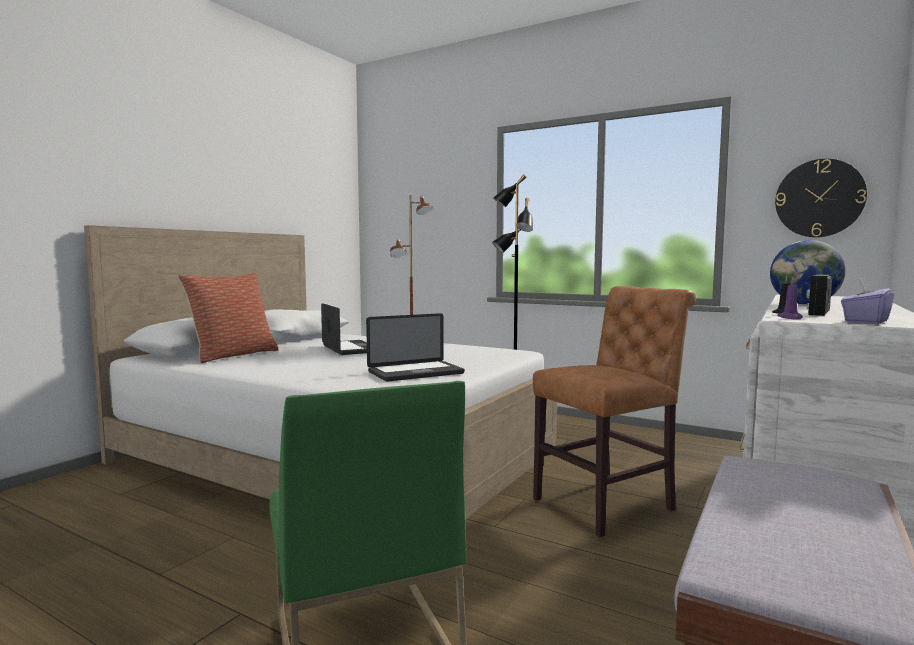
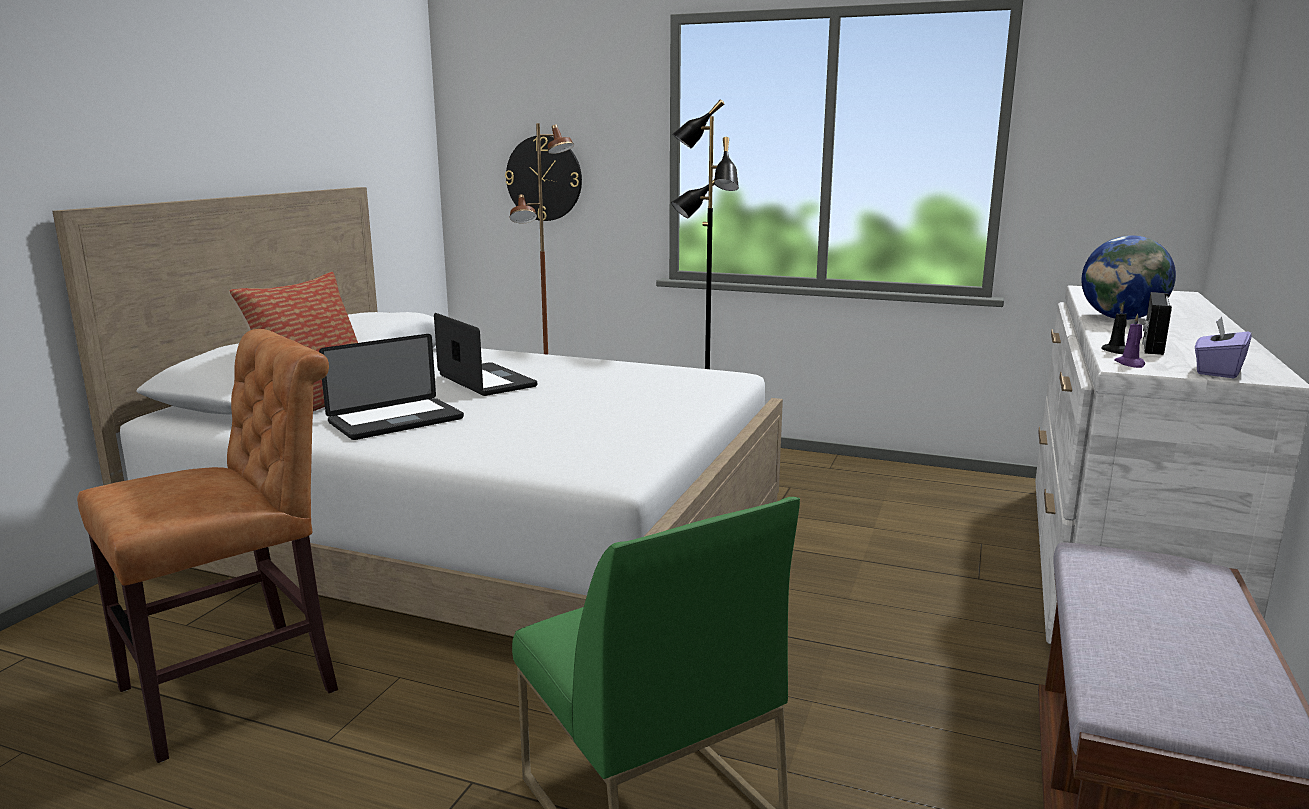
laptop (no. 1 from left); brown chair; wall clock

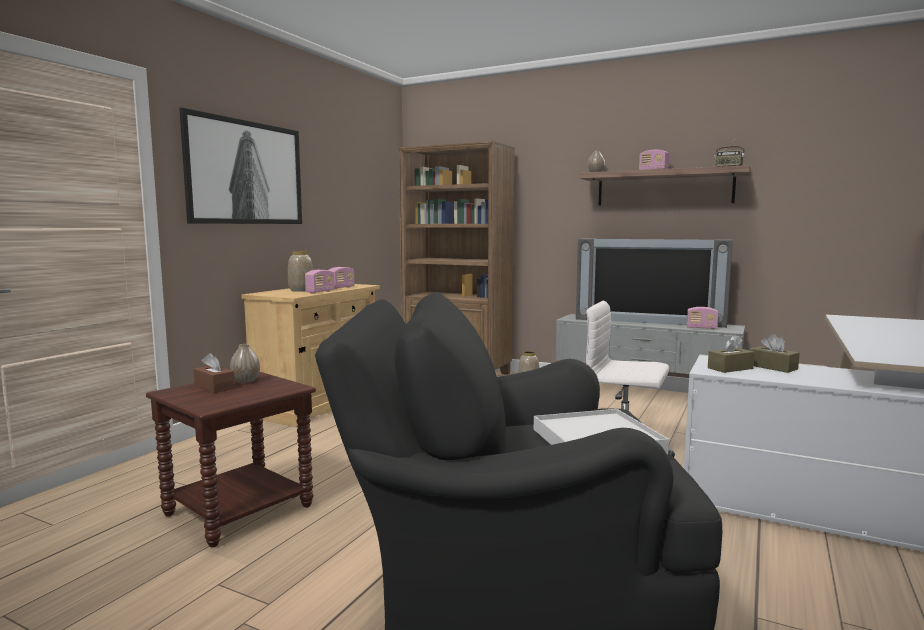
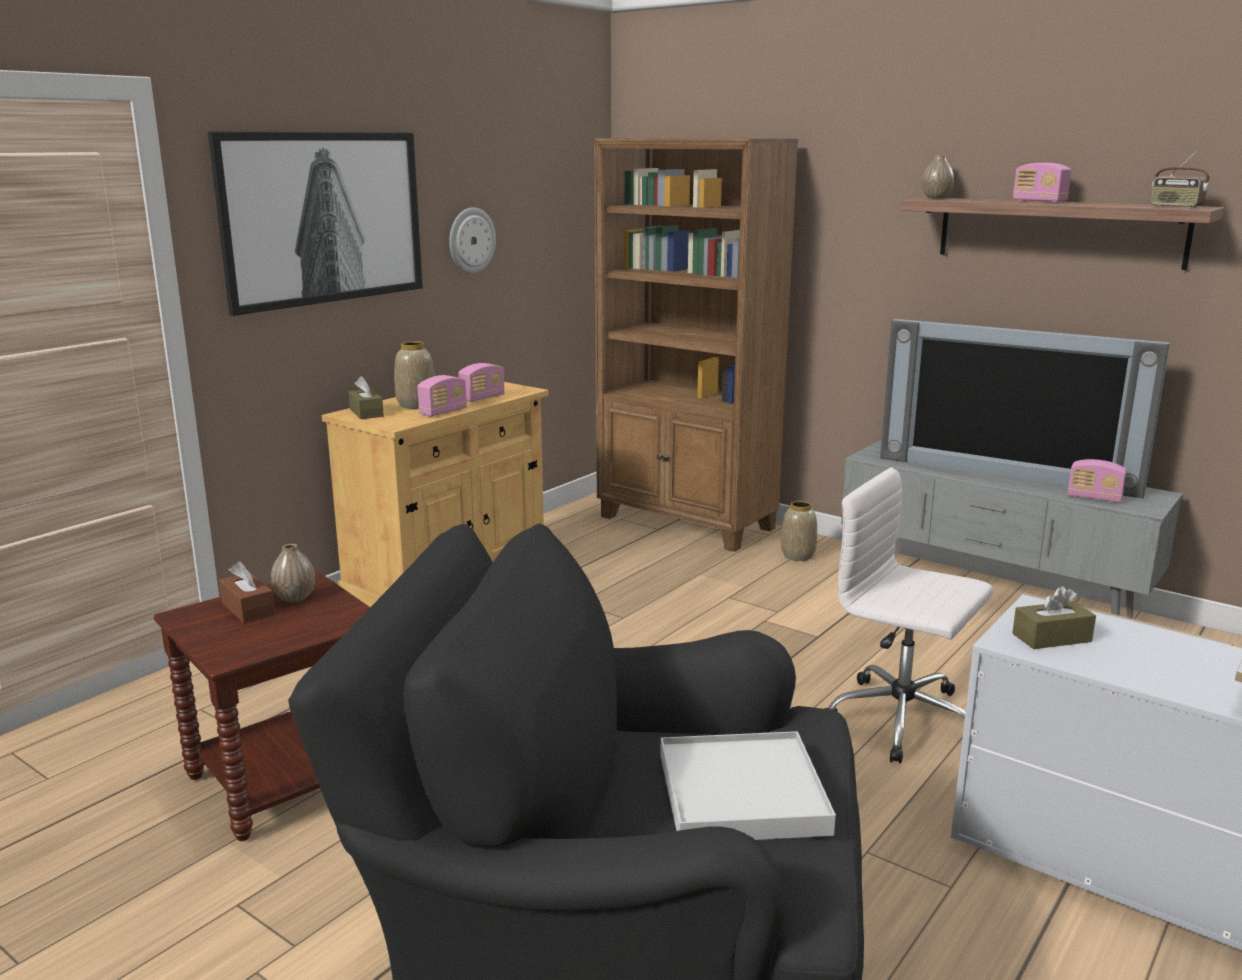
wall clock; brown tissue box (no. 2 from left)

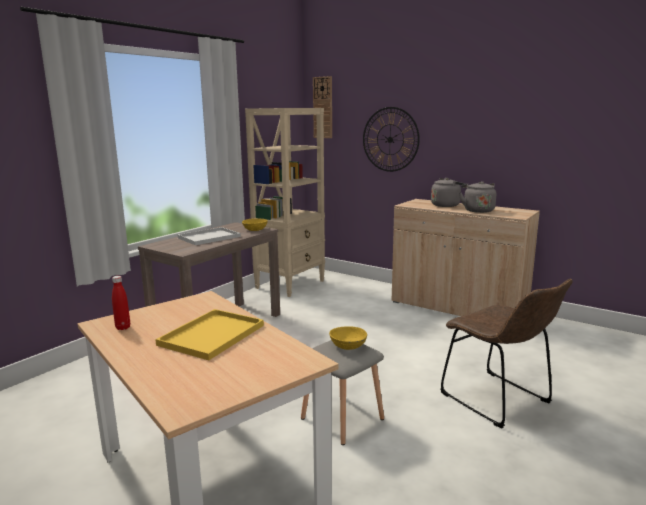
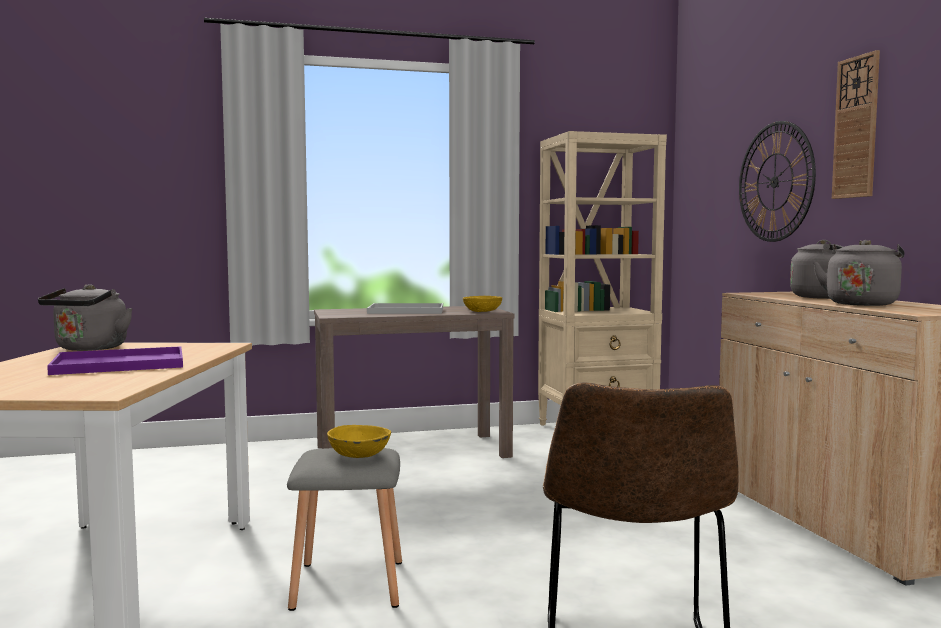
wall clock (no. 2 from left); grey kettle (no. 1 from left); purple tray

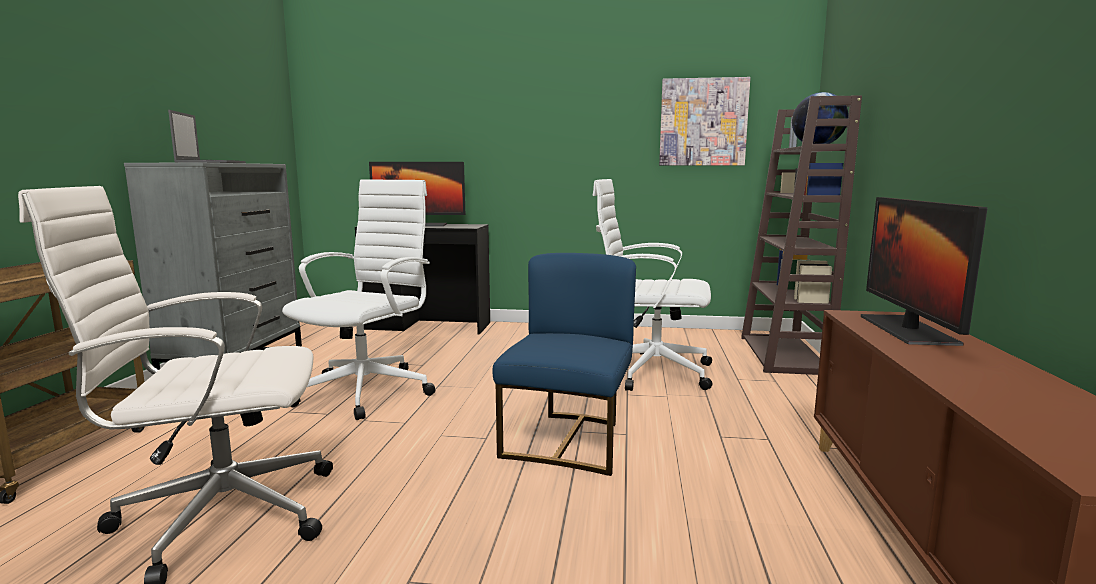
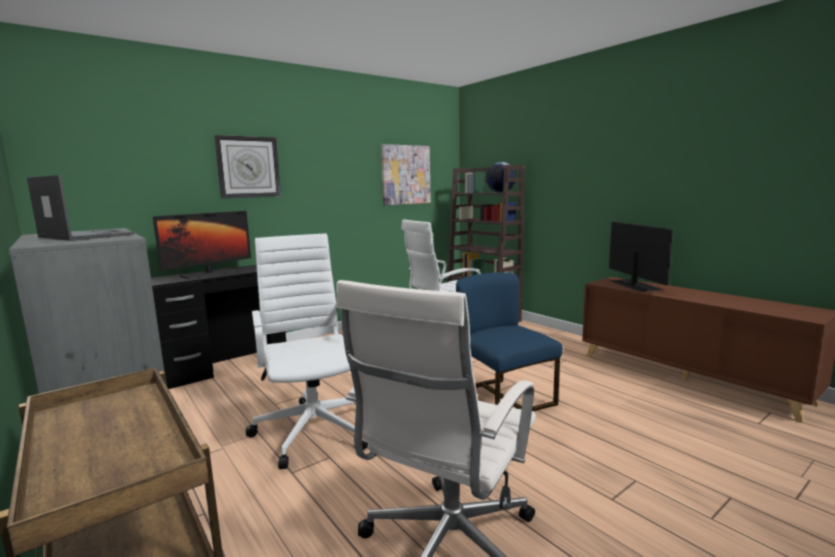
wall clock; monitor (no. 2 from left)

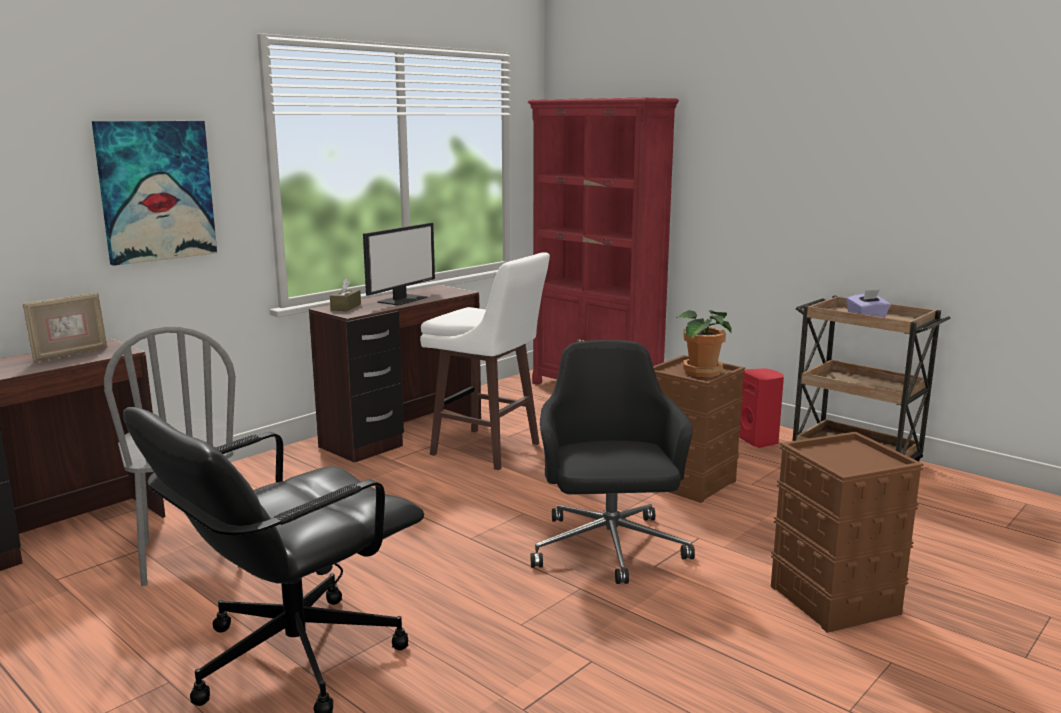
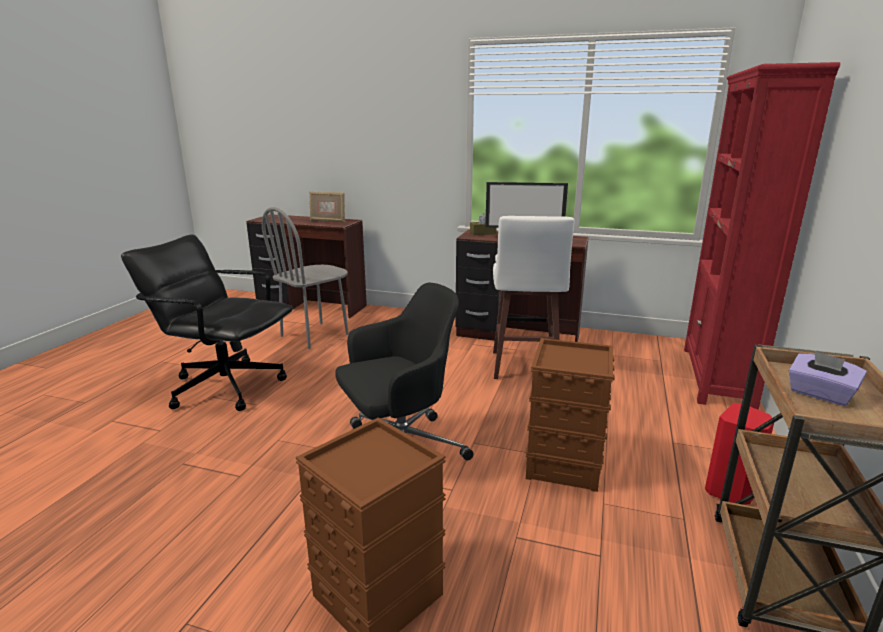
picture; potted plant

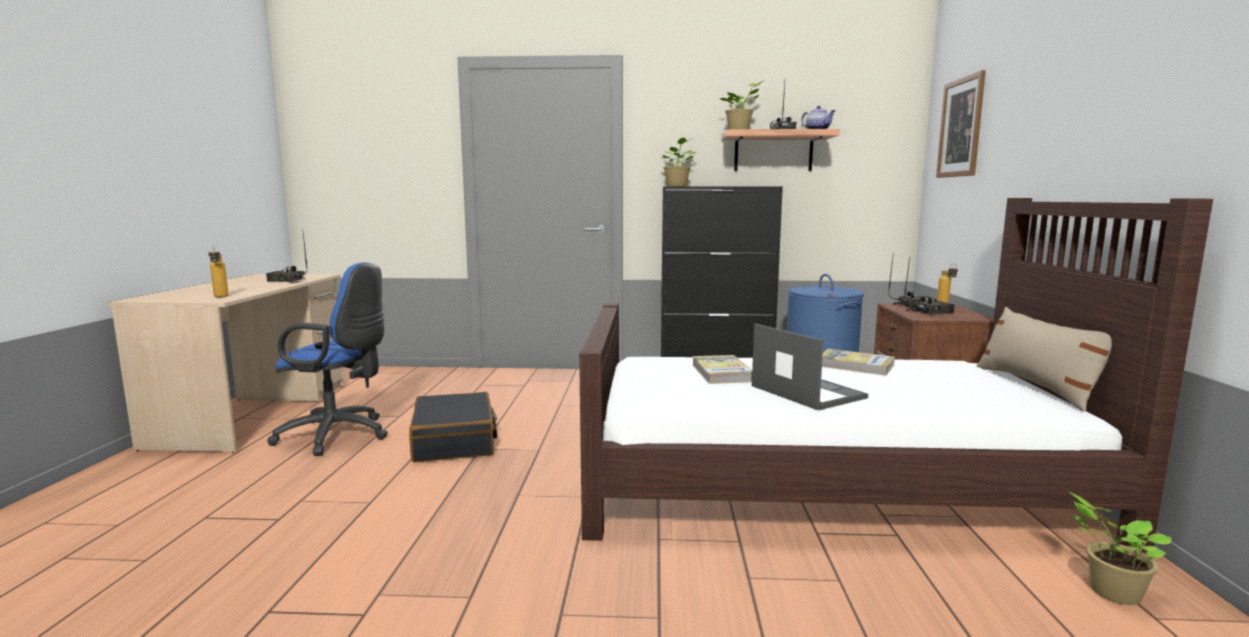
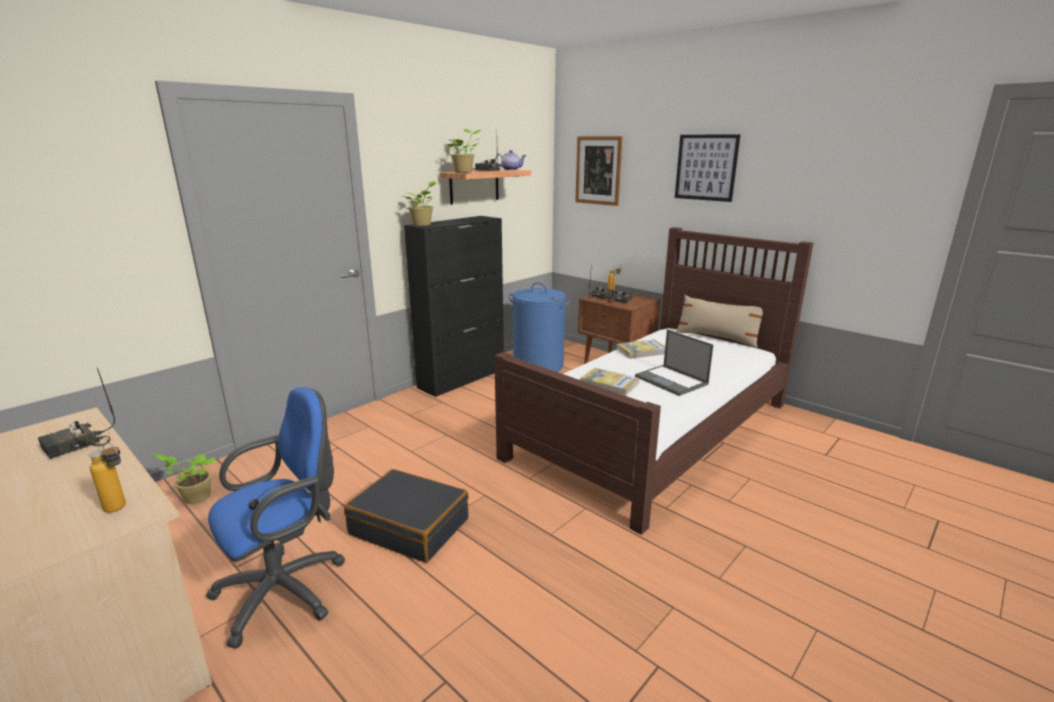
picture (no. 2 from left); potted plant (no. 1 from left); laptop

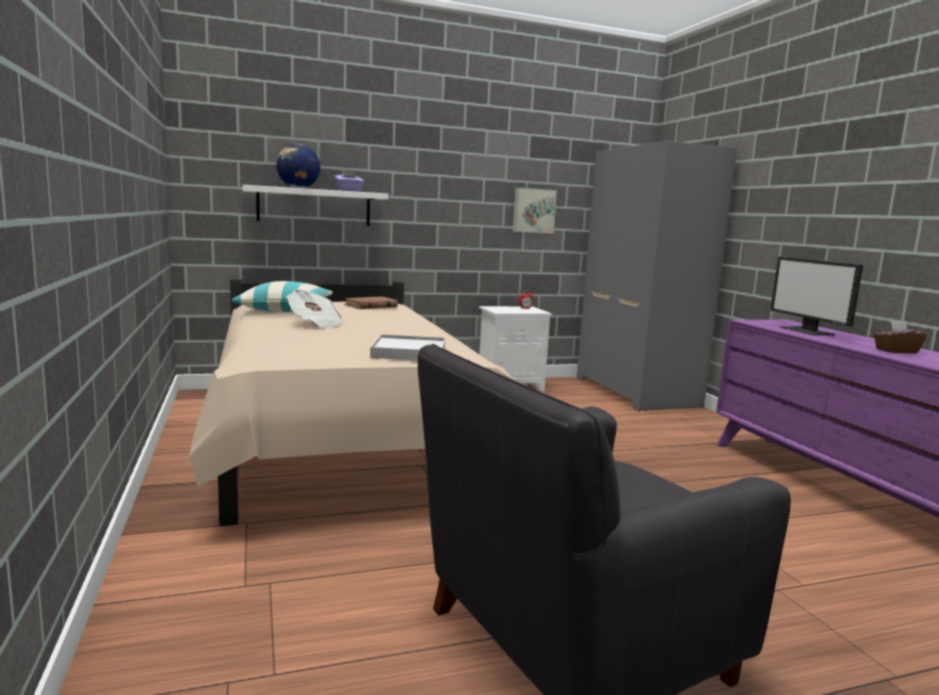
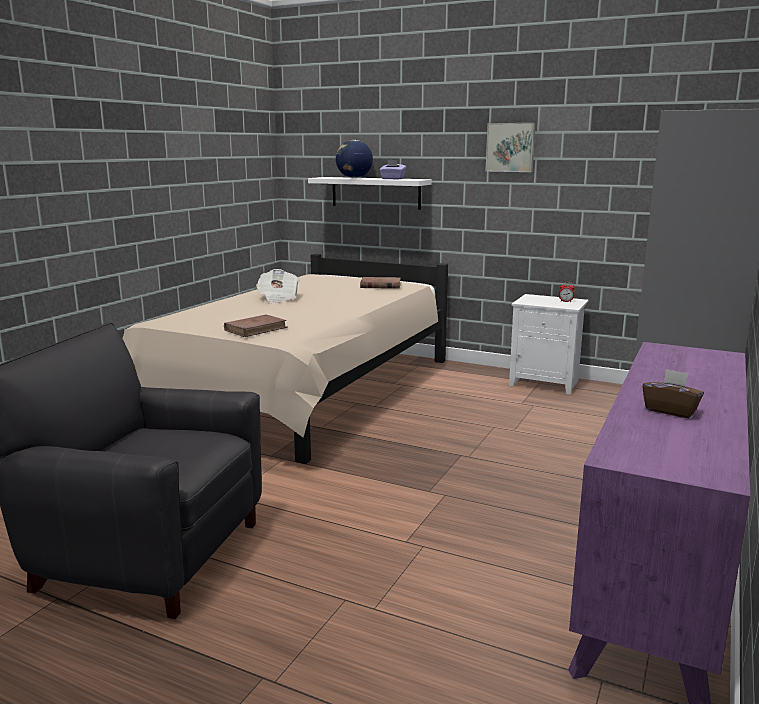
pillow; monitor; picture; brown book (no. 1 from left)

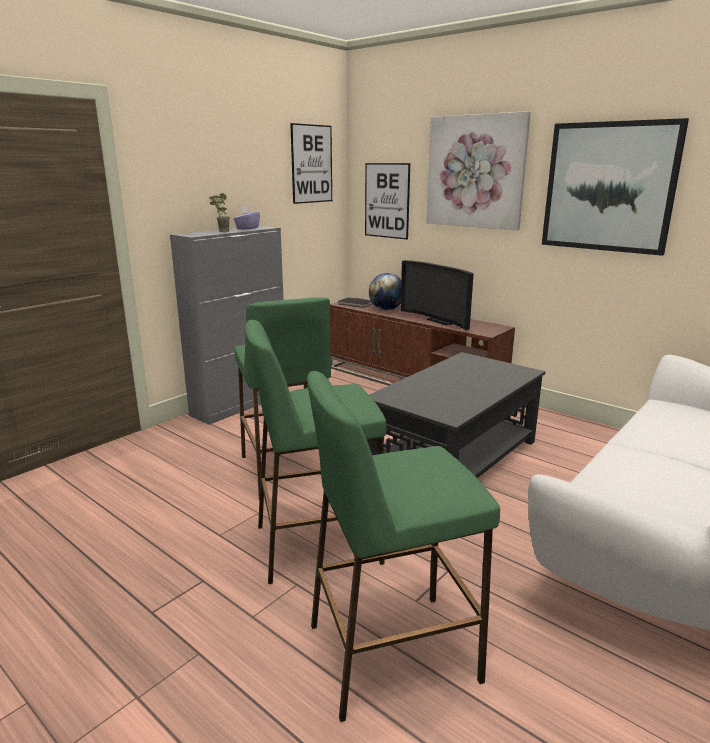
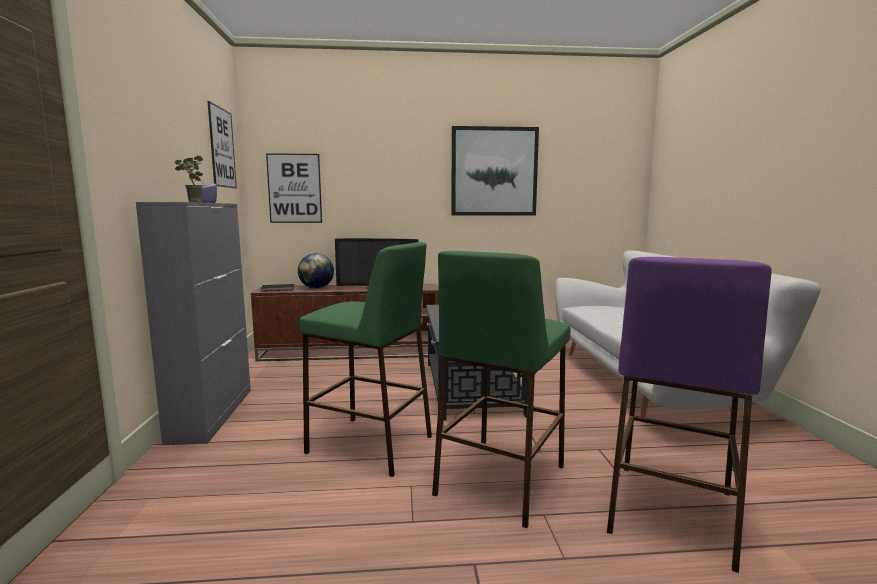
picture (no. 3 from left in the first image); purple stool

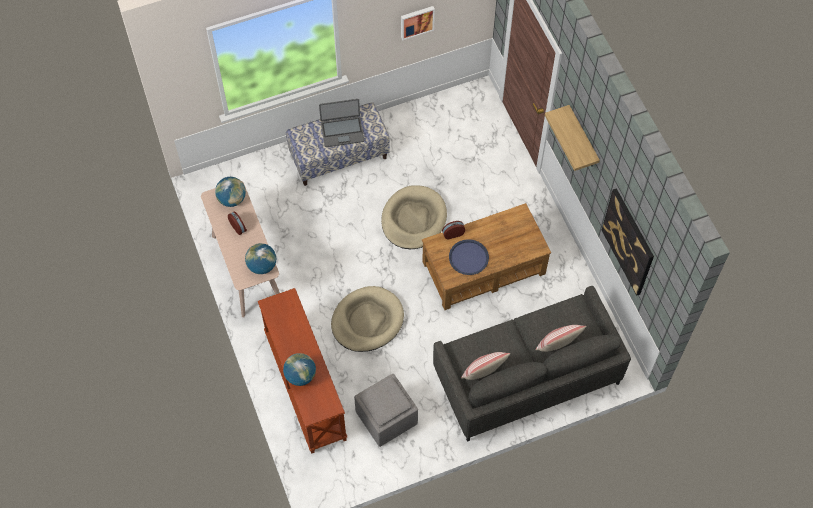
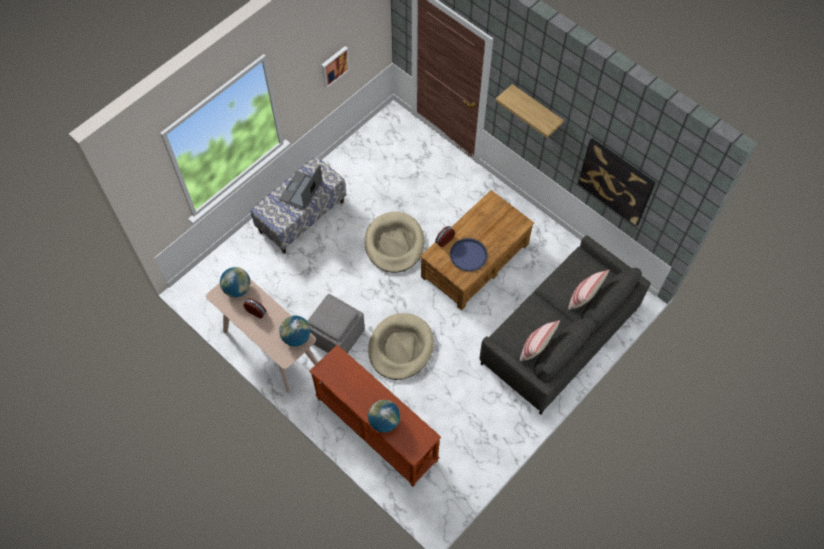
grey ottoman; laptop

